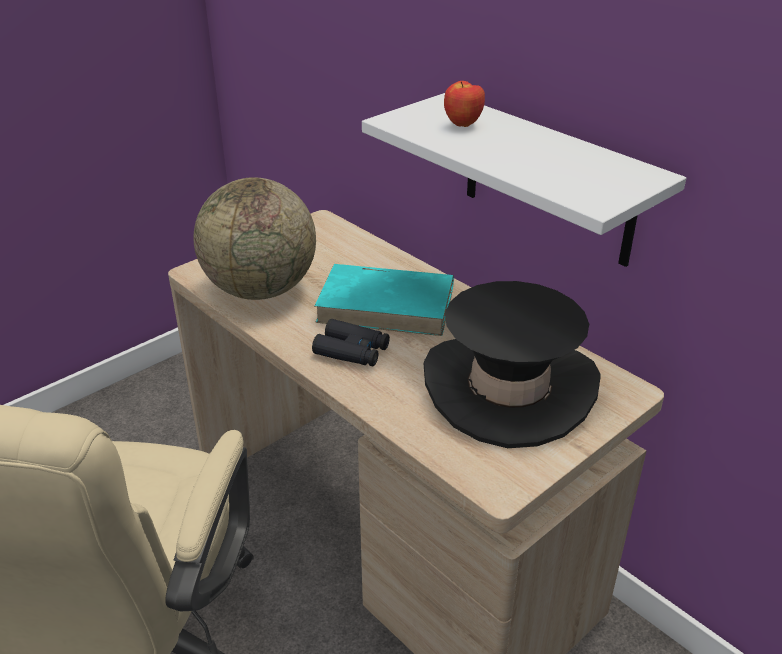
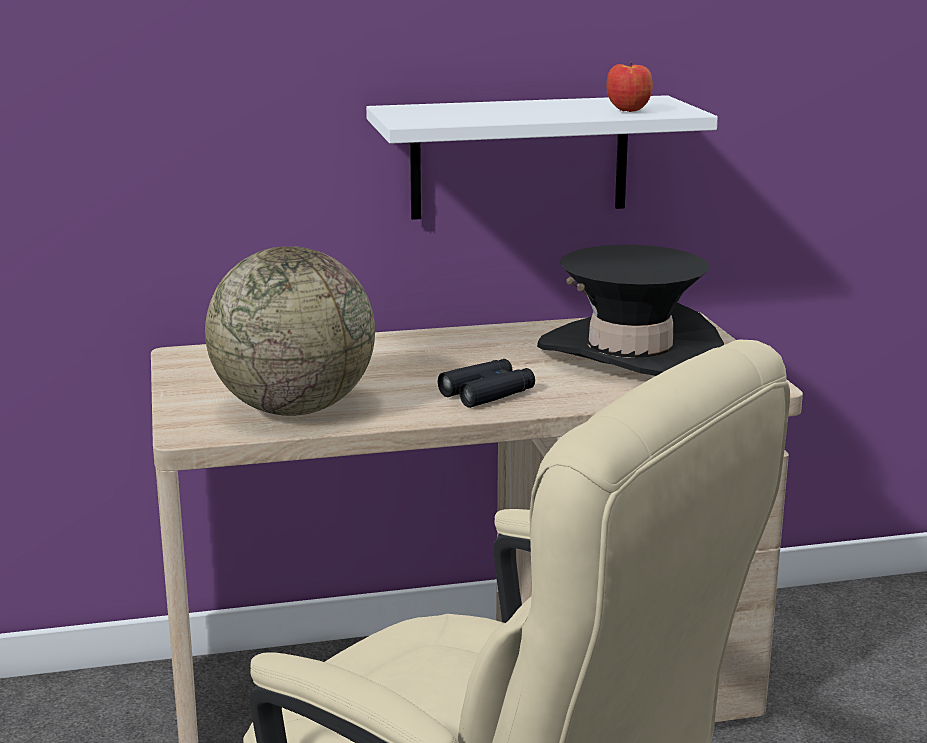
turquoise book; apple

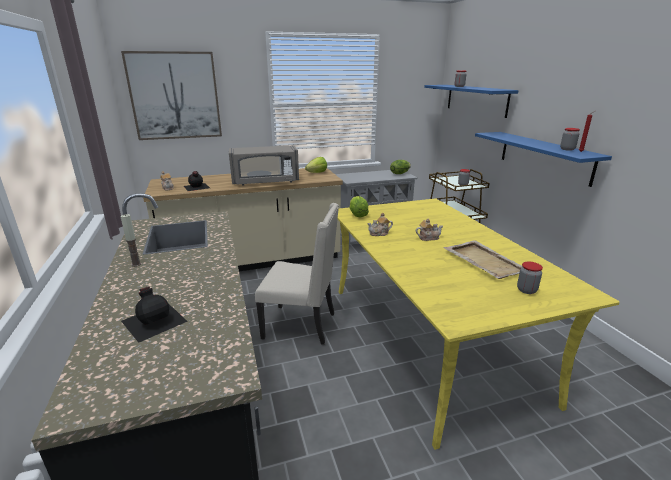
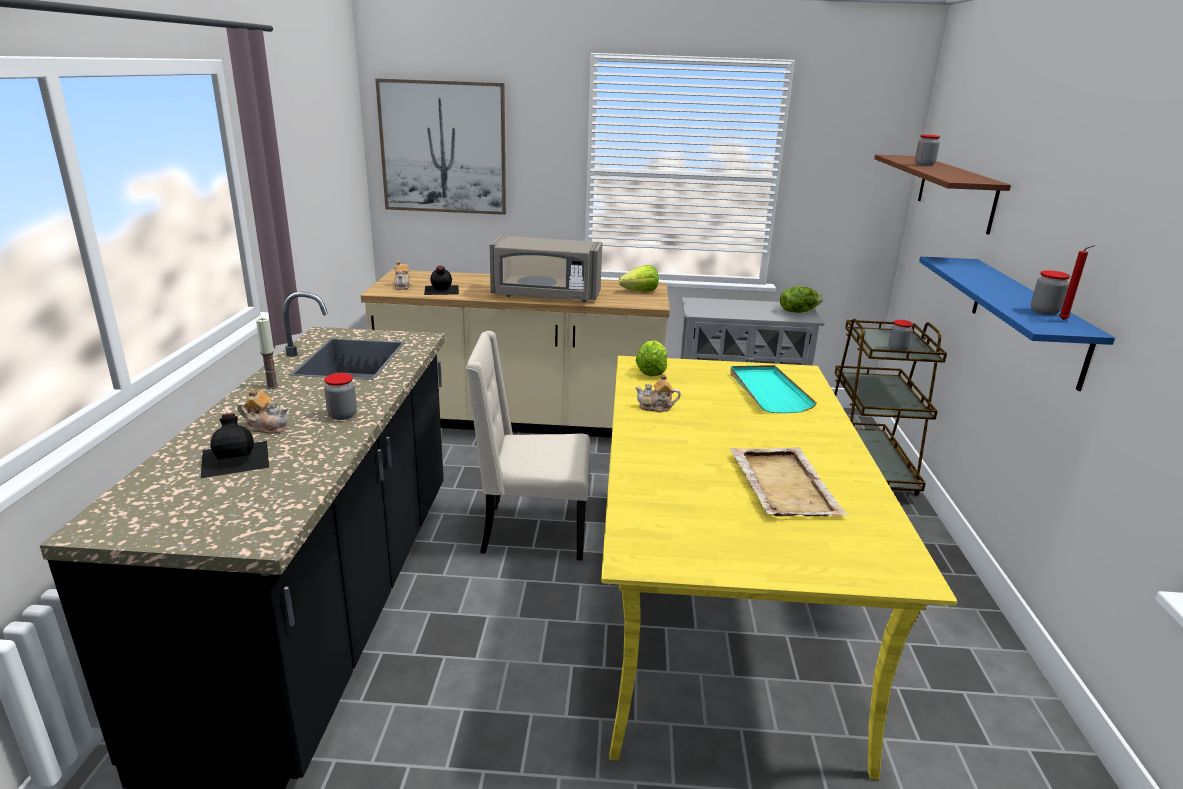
turquoise tray; teapot (no. 1 from left); jar (no. 1 from left); brown shelf; beige chair

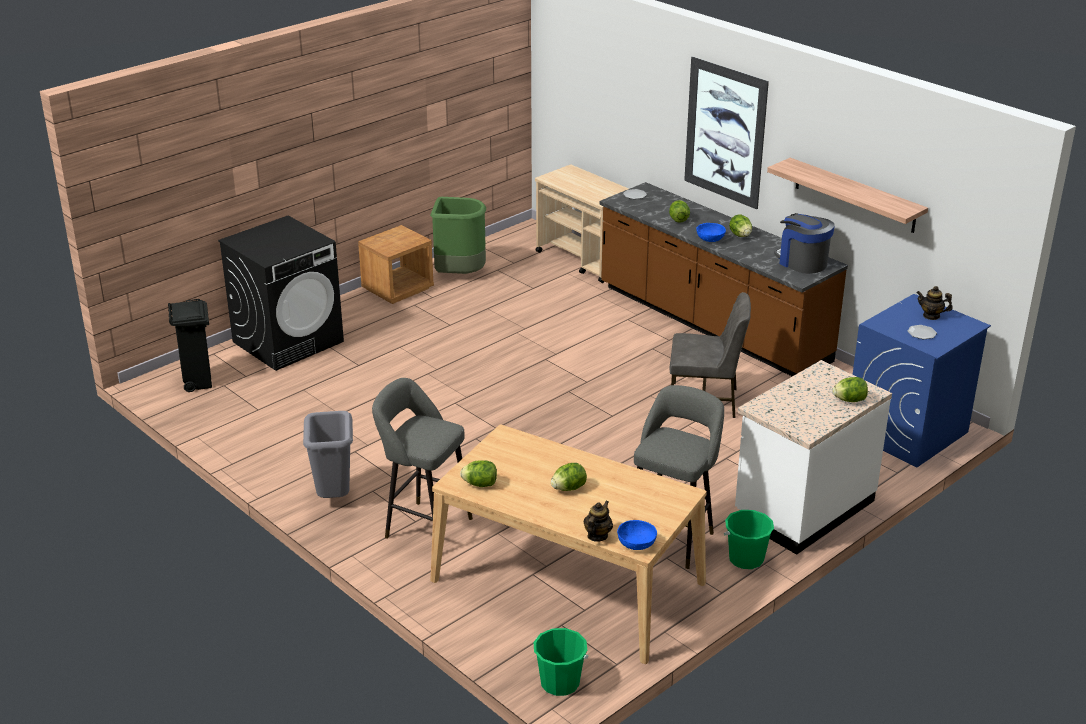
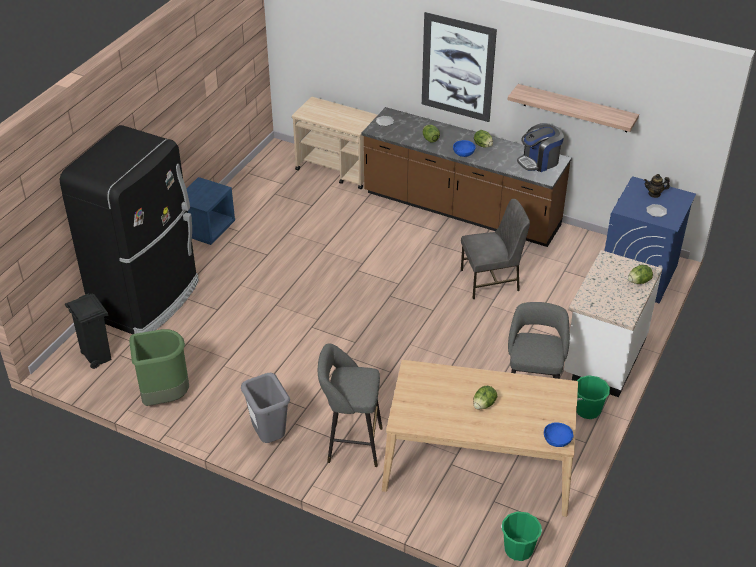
lettuce (no. 1 from left in the first image); teapot (no. 1 from left in the first image); green trash can; black fridge; blue nightstand; coffee machine

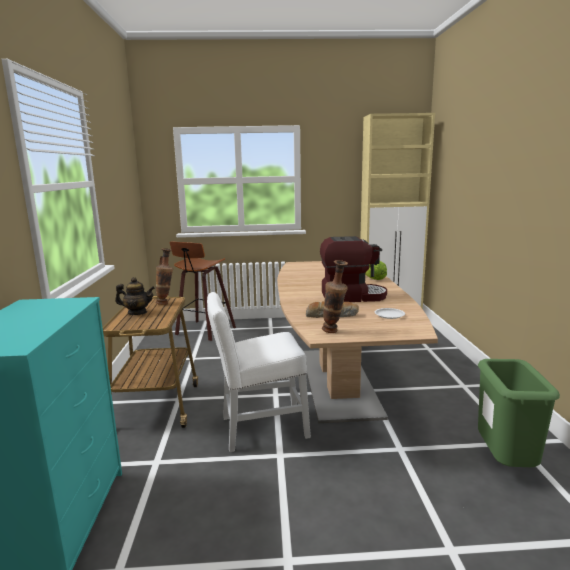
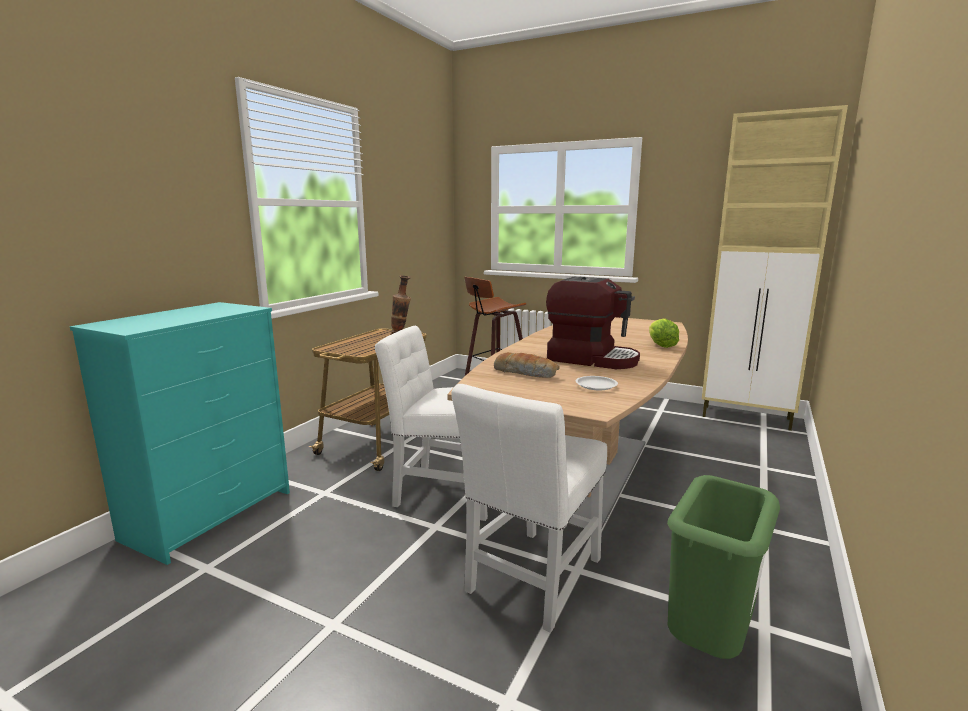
teapot; vase (no. 2 from left in the first image); white chair (no. 2 from left)

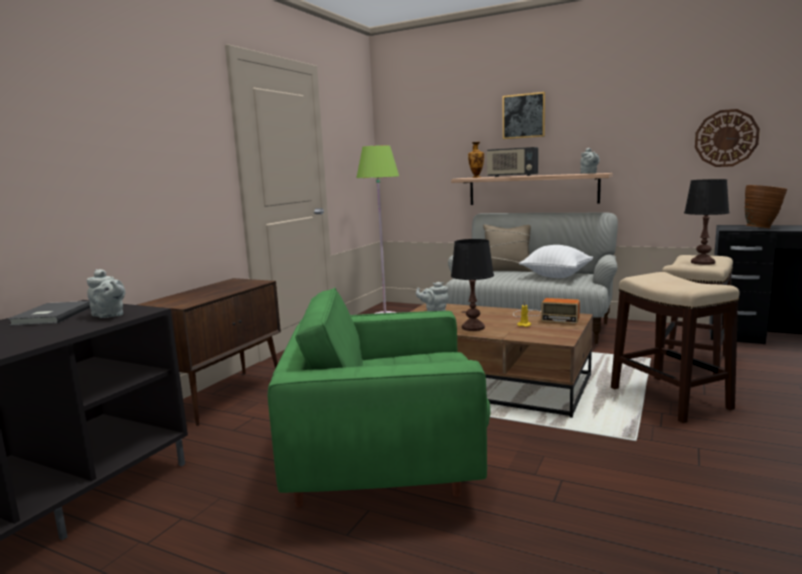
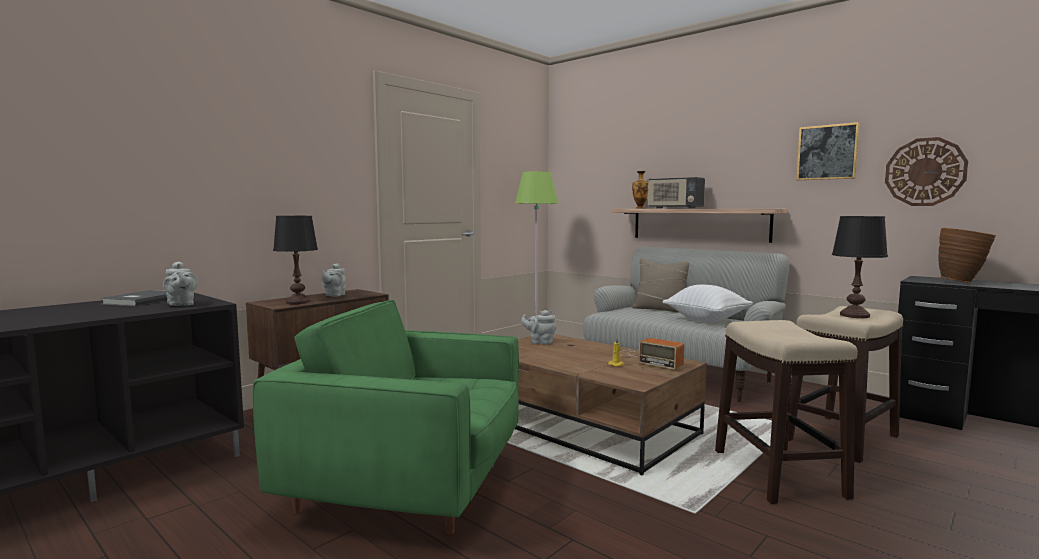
black table lamp (no. 1 from left); picture; grey teapot (no. 2 from left)

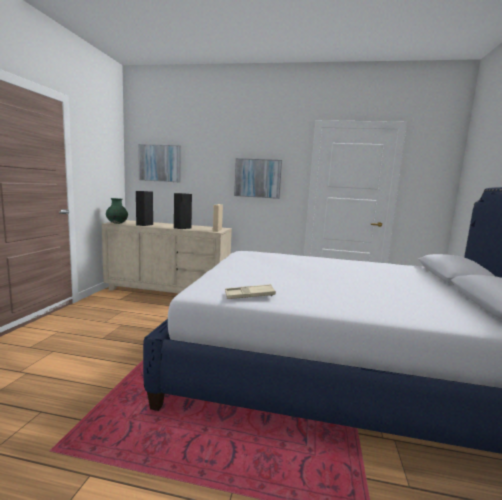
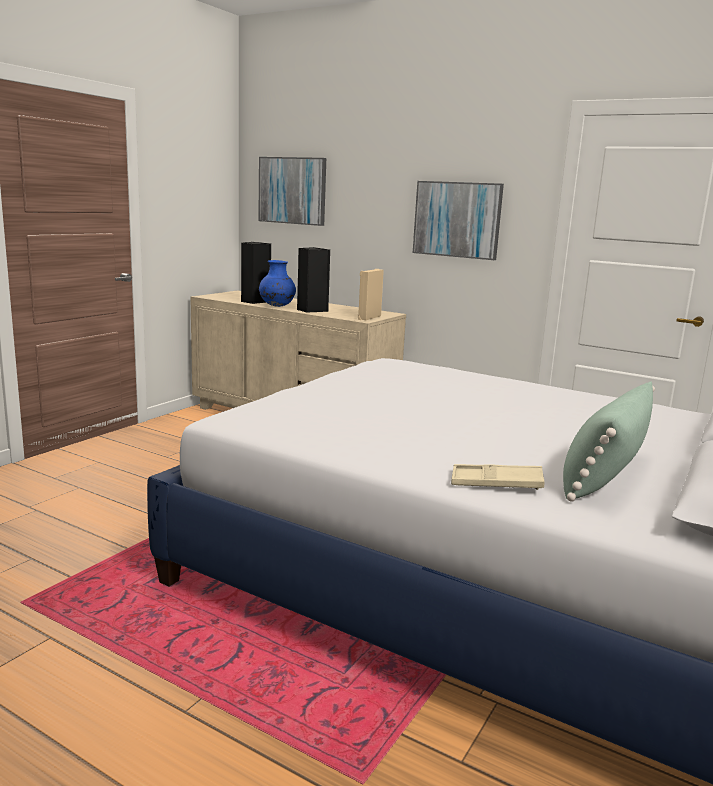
green vase; blue vase; green pillow; beige tray

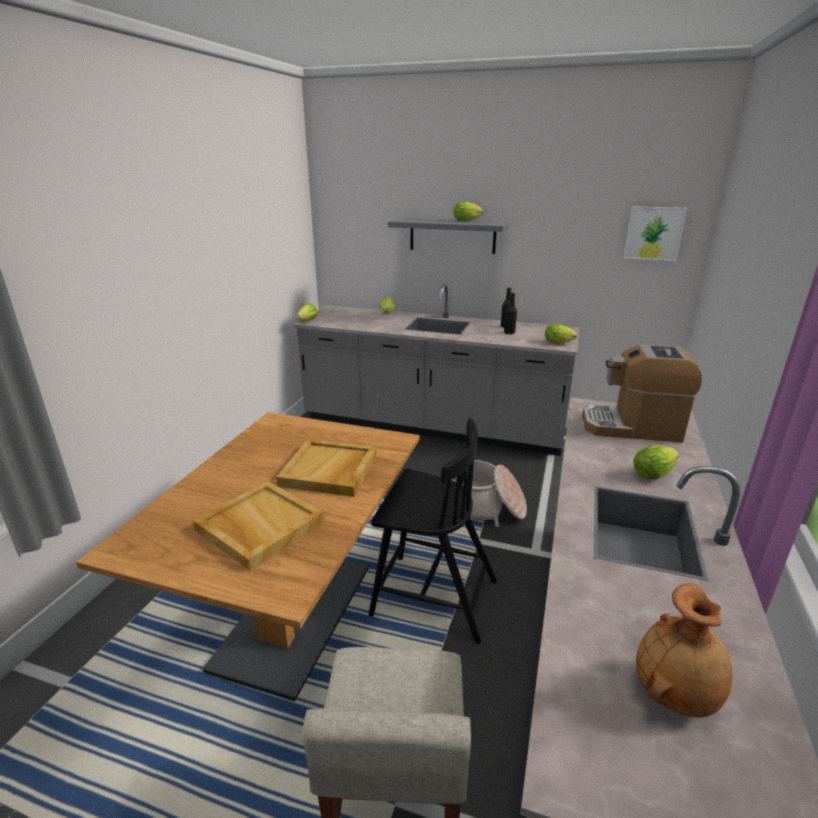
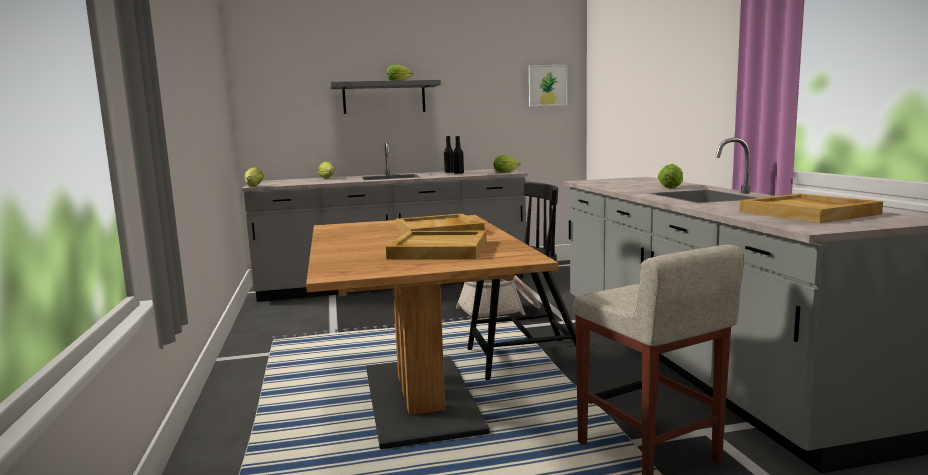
coffee machine; beige tray (no. 3 from left)

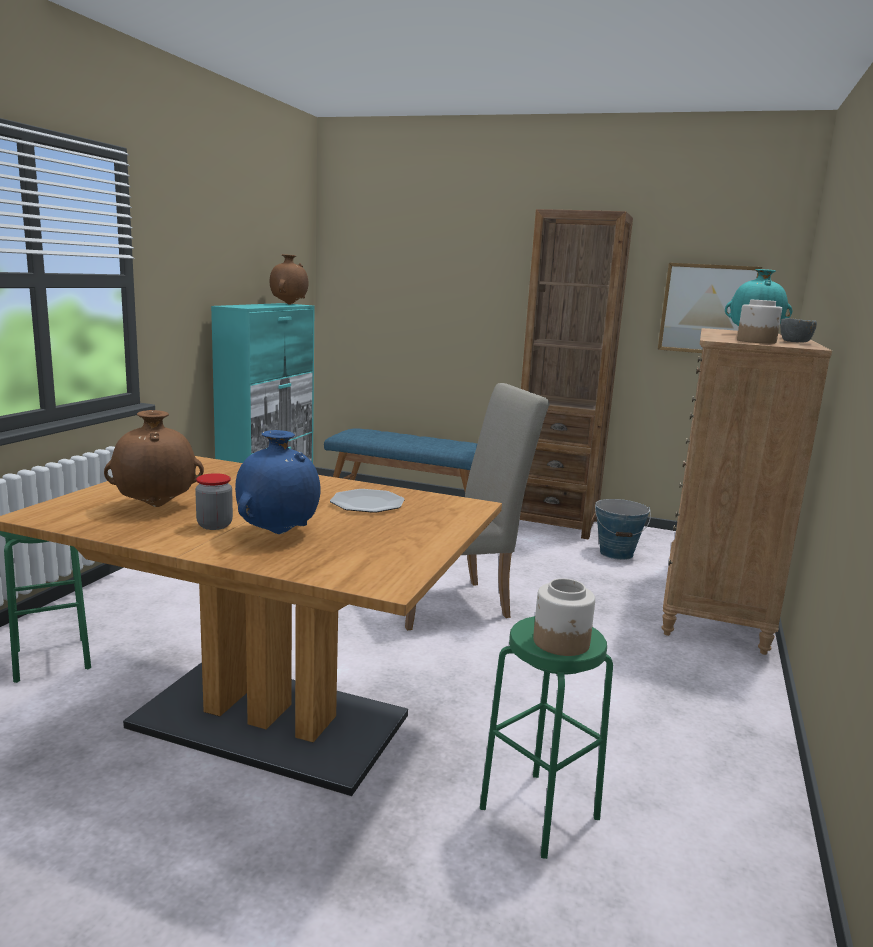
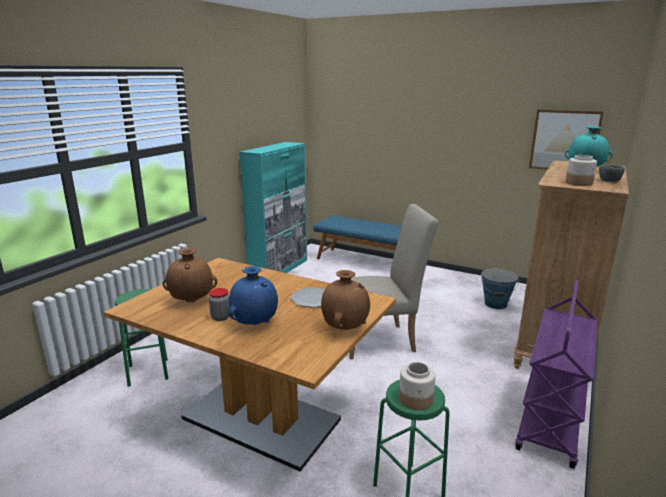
brown bookcase; purple cart; brown vase (no. 2 from left)

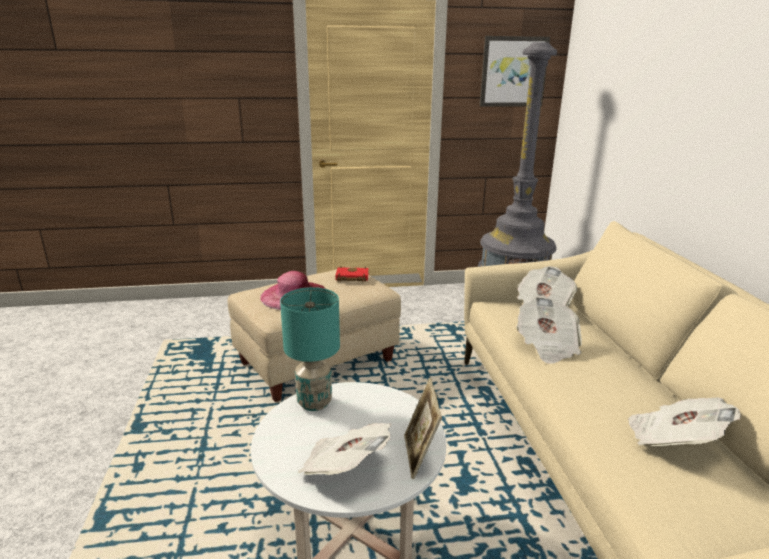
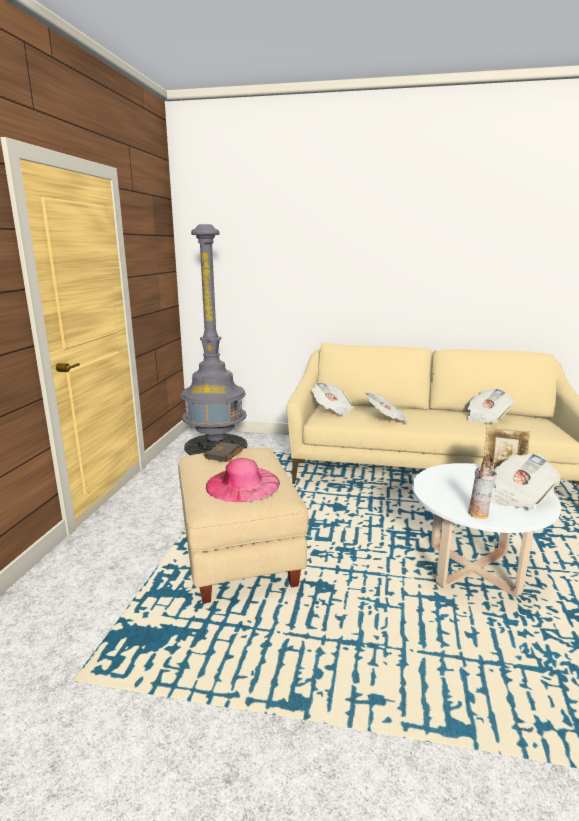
turquoise table lamp; picture; vase; black book

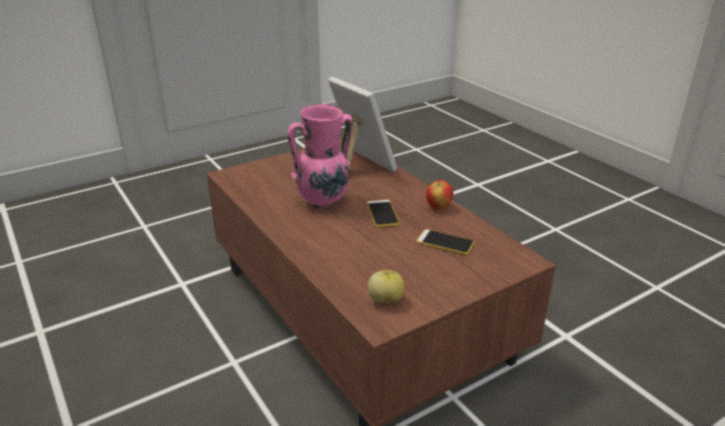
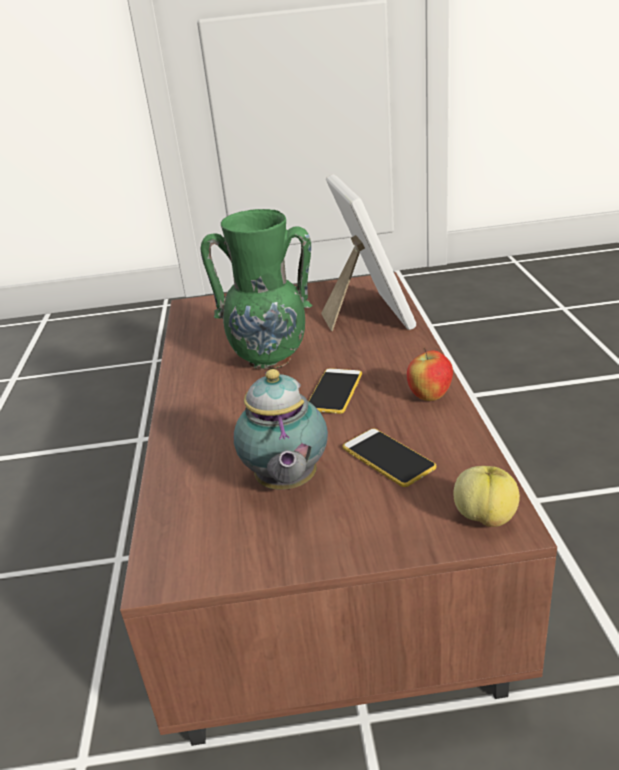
teapot; apple (no. 2 from left); green vase

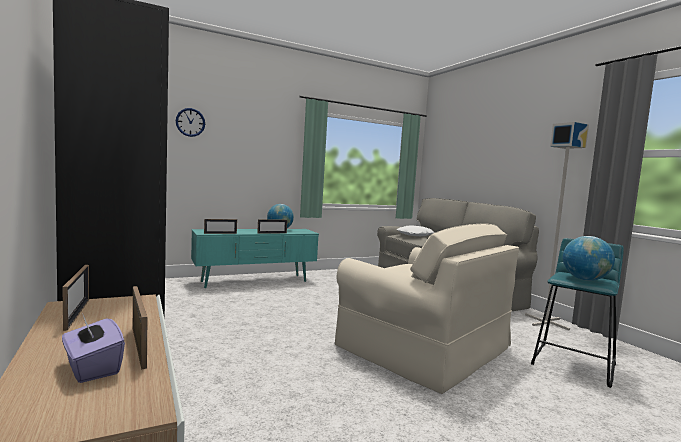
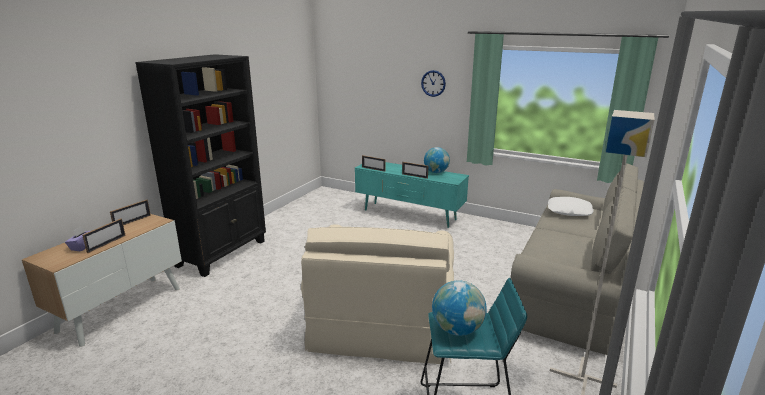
wall clock

